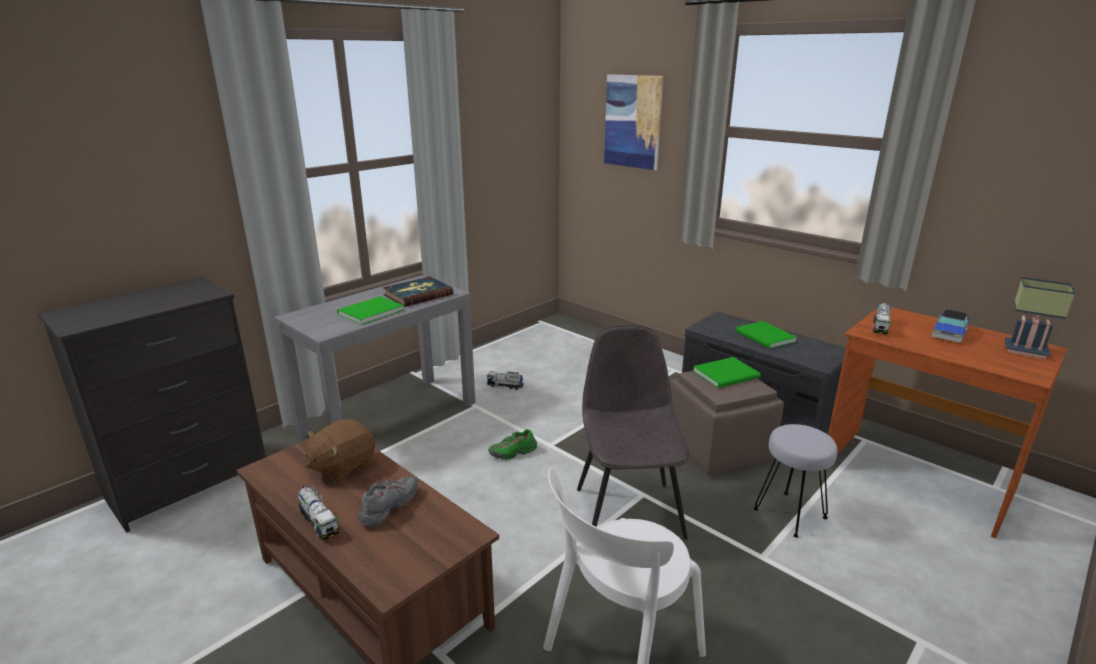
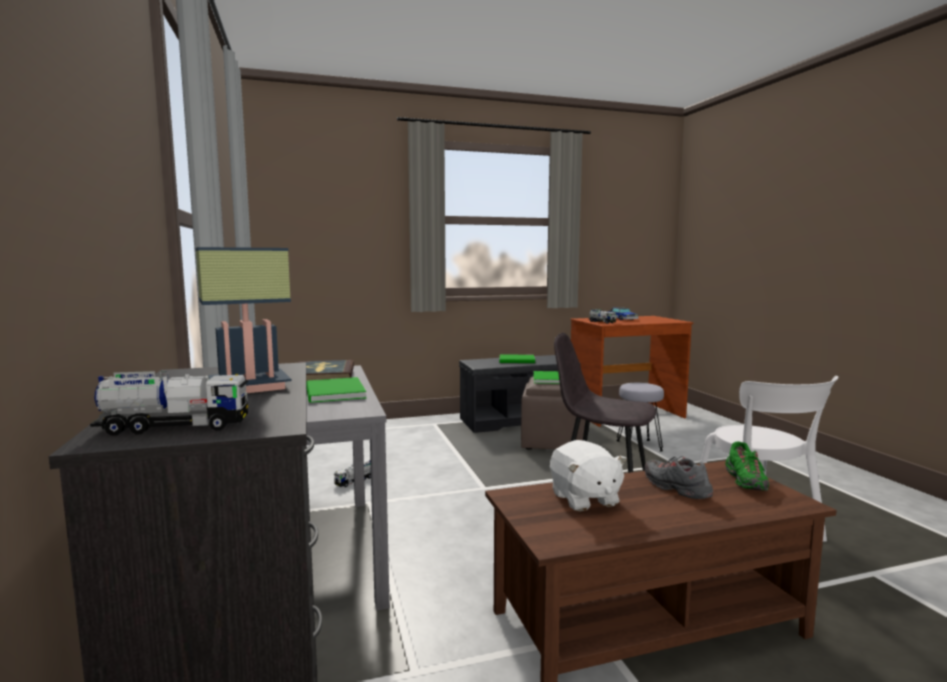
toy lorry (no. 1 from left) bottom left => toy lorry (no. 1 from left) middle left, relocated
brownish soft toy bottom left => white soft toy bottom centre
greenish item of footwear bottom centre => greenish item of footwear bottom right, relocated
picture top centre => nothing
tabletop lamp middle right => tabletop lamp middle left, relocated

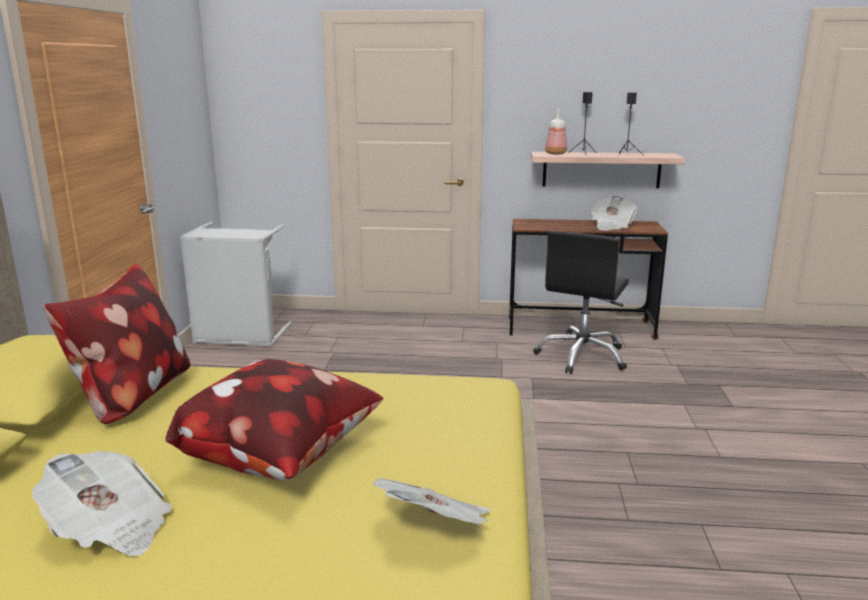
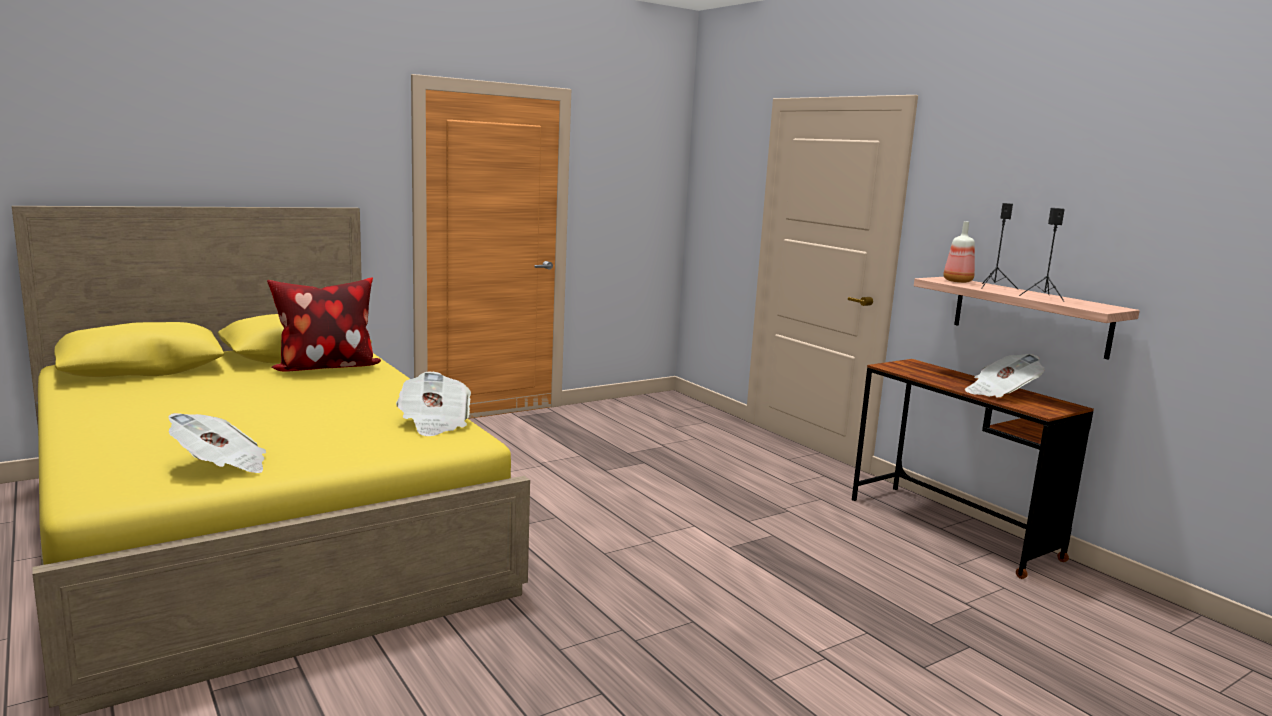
newspaper (no. 1 from left in the first image) bottom left => newspaper (no. 2 from left) centre, relocated
pillow (no. 2 from left) bottom left => nothing
gray washing basket middle left => nothing
black-coloured office chair middle right => nothing

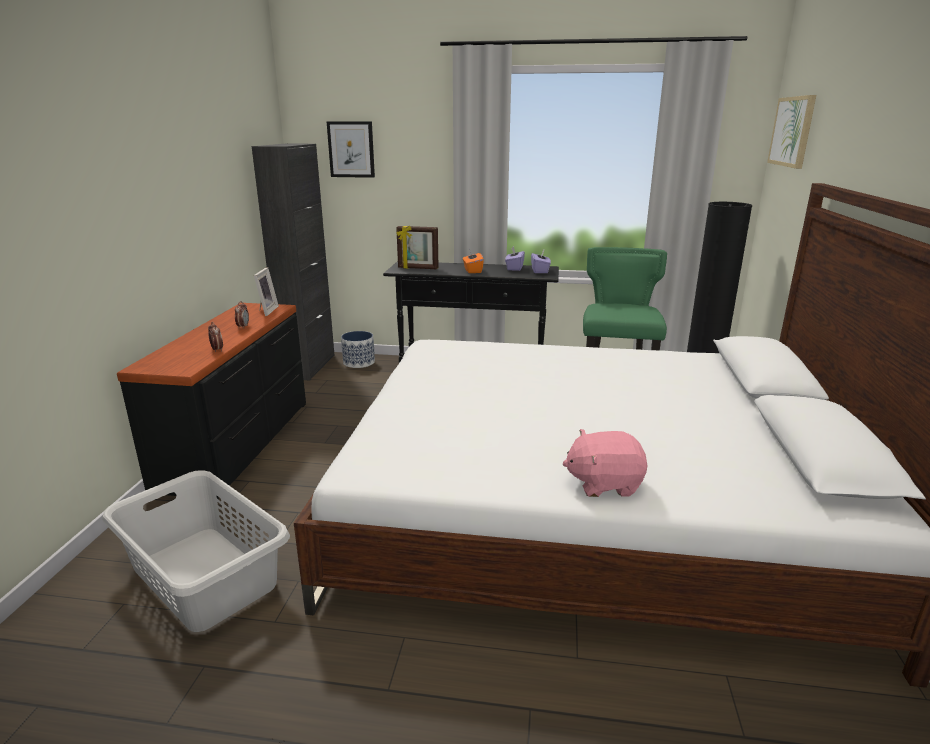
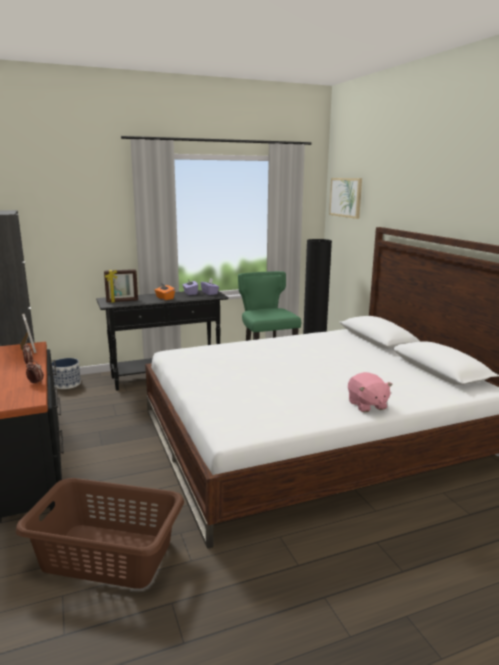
gray washing basket bottom left => brownish washing basket bottom left
picture (no. 1 from left) top centre => nothing
pink-coloured soft toy centre => pink-coloured soft toy middle right, 75 degrees counterclockwise

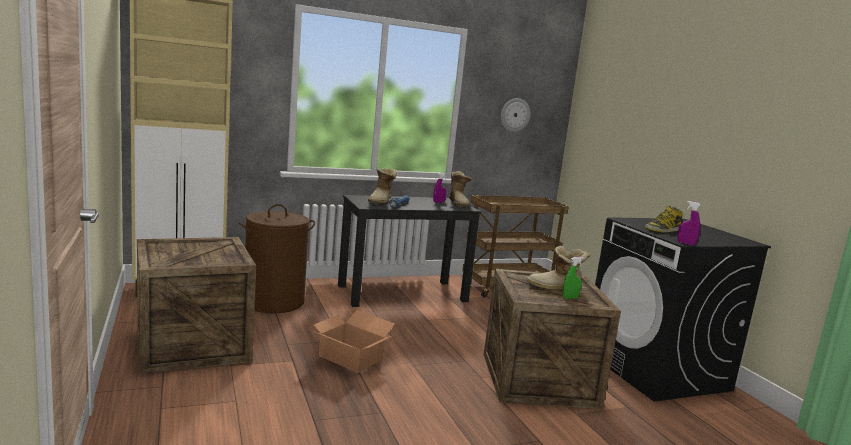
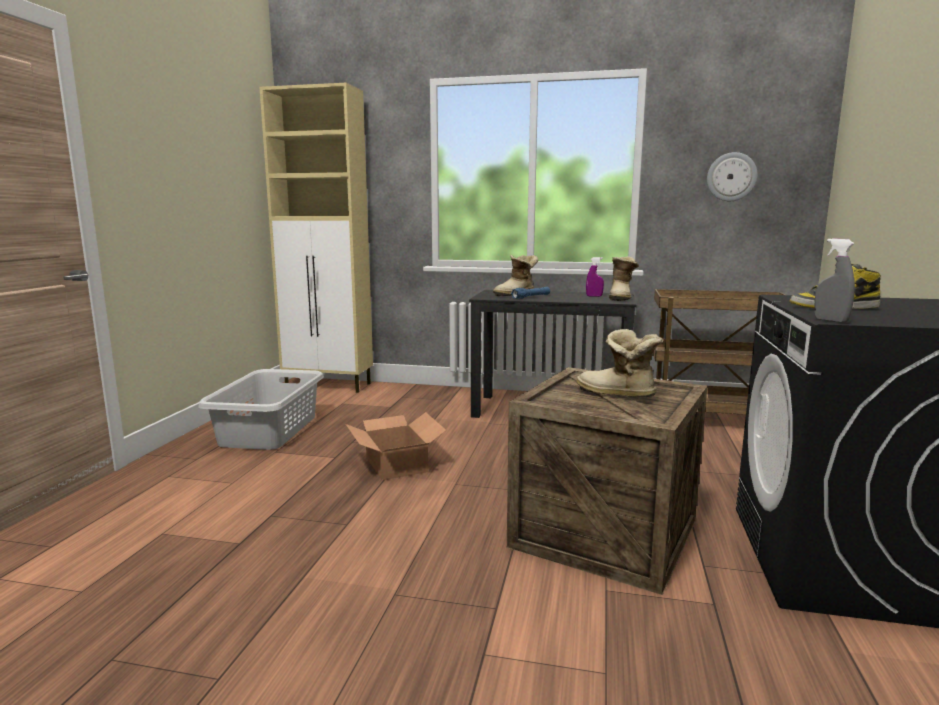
shipping crate (no. 1 from left) bottom left => gray washing basket middle left
brownish washing basket middle left => nothing
greenish sprayer middle right => nothing
purple-coloured sprayer (no. 2 from left) middle right => gray sprayer middle right

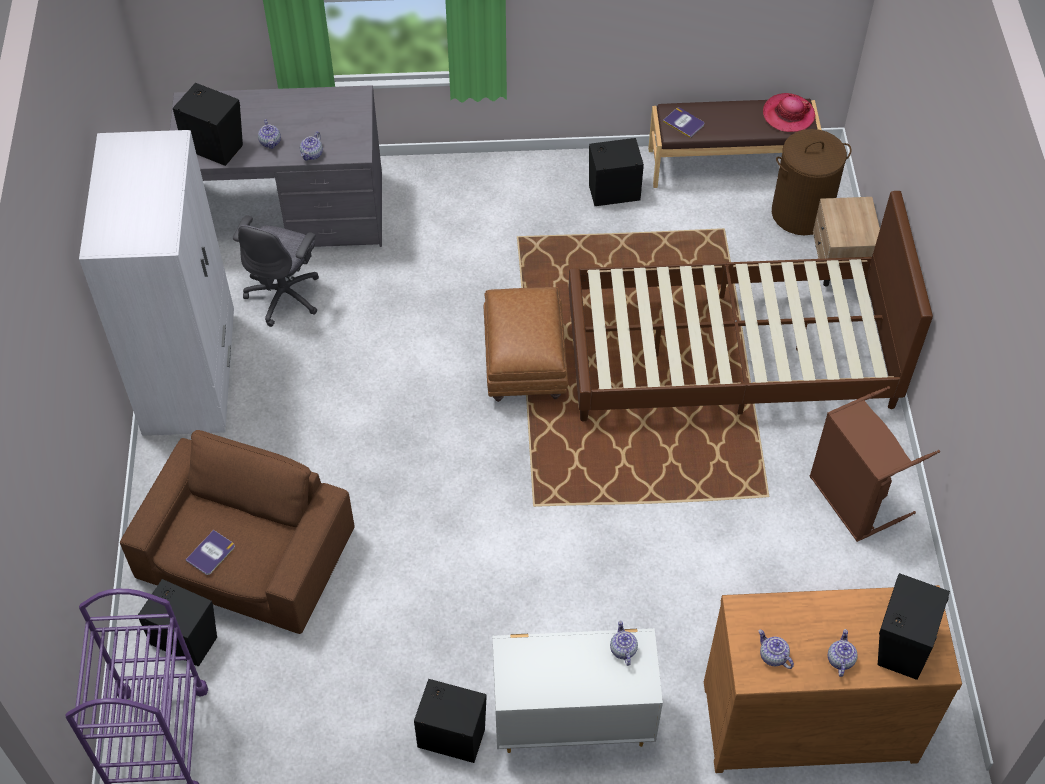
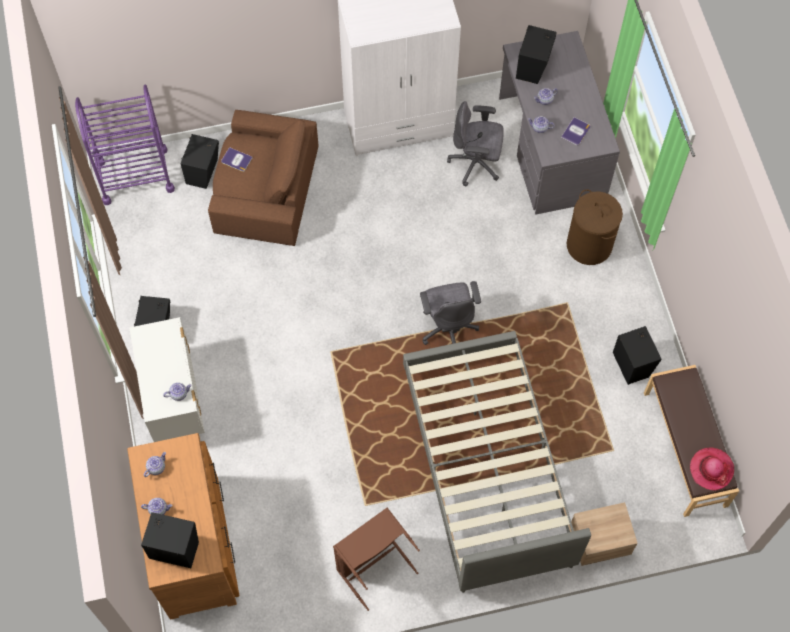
brownish ottoman centre => gray office chair (no. 1 from left) centre
brownish sleeping bed middle right => gray sleeping bed bottom centre
book (no. 2 from left) top centre => book (no. 2 from left) top right, relocated
brownish washing basket (no. 1 from left in the first image) top right => brownish washing basket (no. 2 from left) middle right, relocated

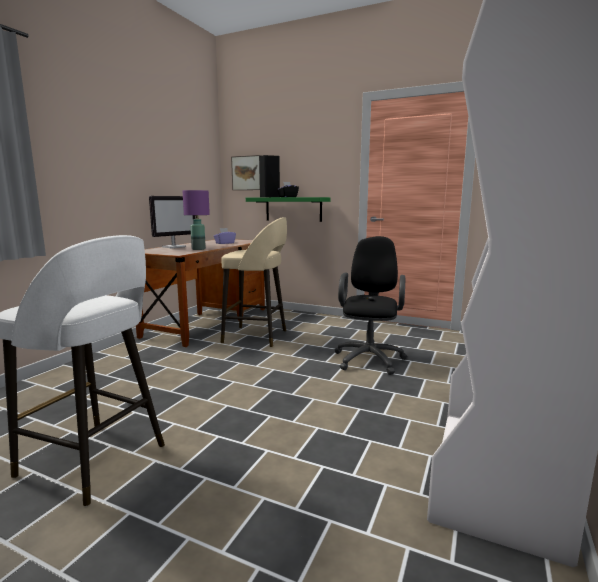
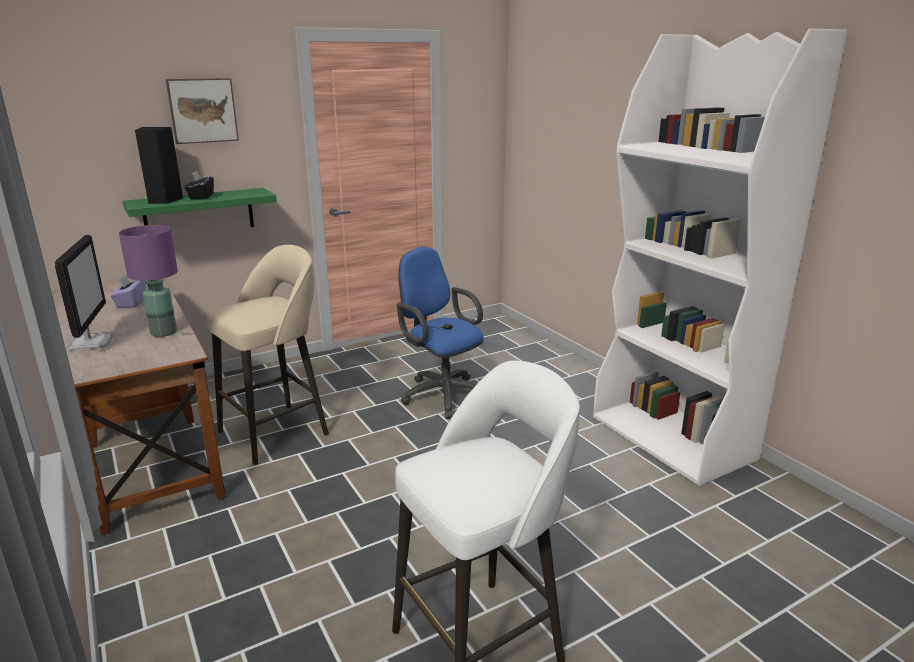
picture top centre => picture top left, relocated
black-coloured office chair centre => blue office chair centre

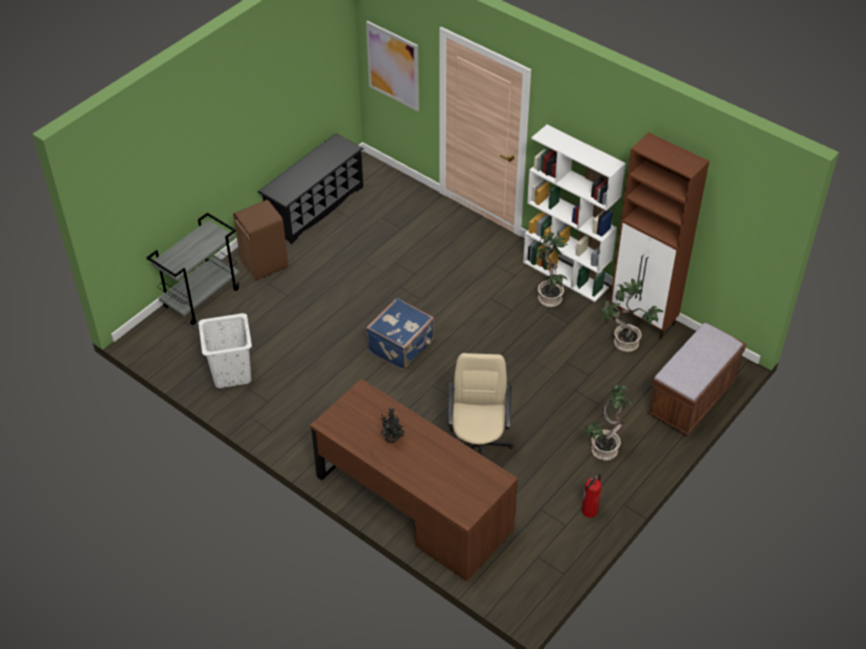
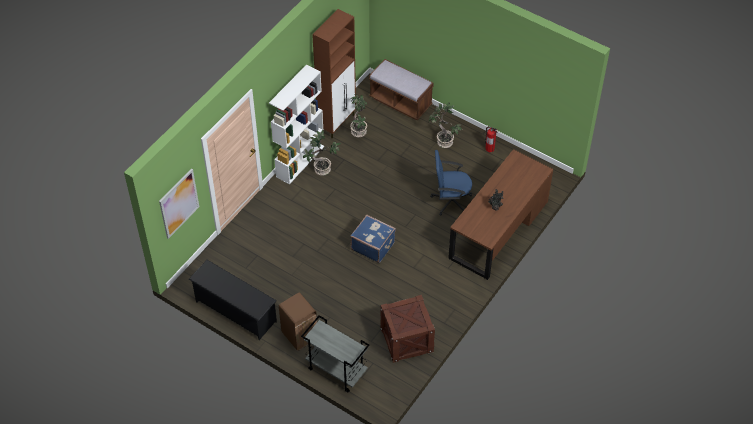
white washing basket middle left => shipping crate bottom centre
beige office chair centre => blue office chair centre

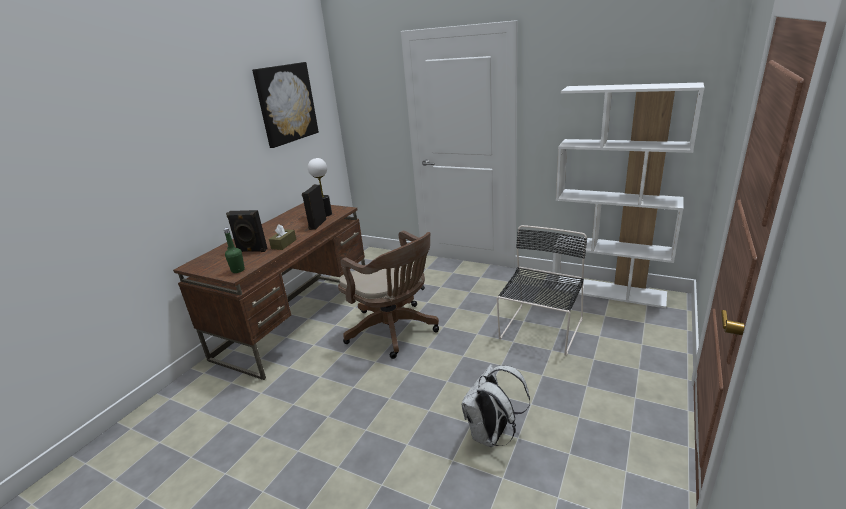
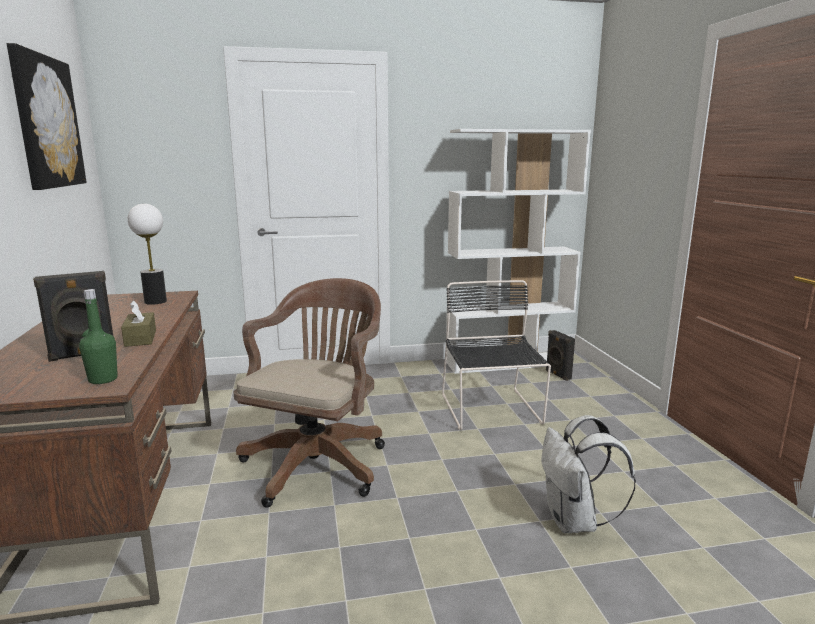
black-coloured audio speaker (no. 2 from left) centre => black-coloured audio speaker (no. 2 from left) middle right, relocated
brownish office chair centre, 75 degrees counterclockwise

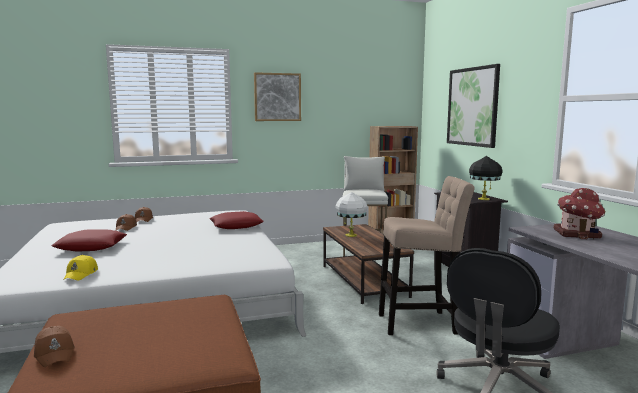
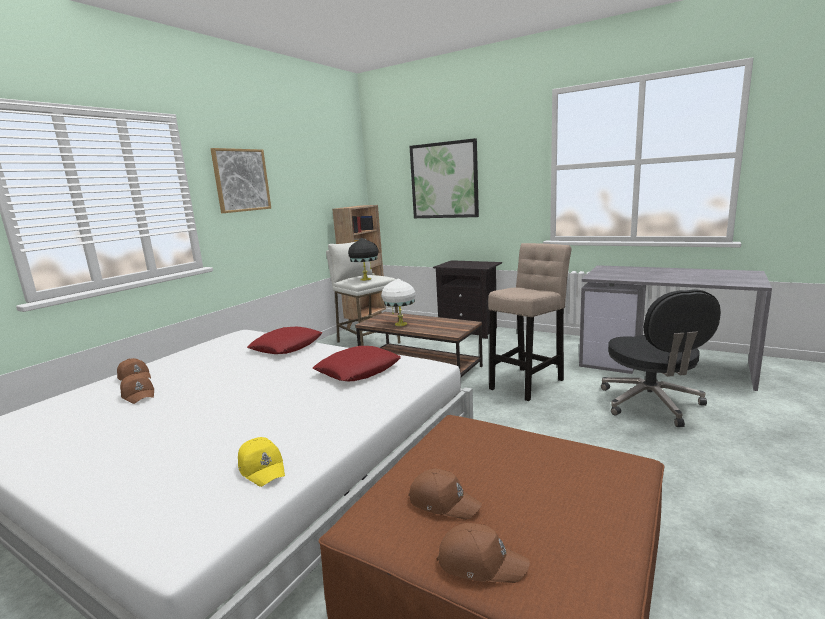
reddish pillow (no. 1 from left in the first image) middle left => reddish pillow (no. 2 from left) centre, relocated
black-coloured tabletop lamp middle right => black-coloured tabletop lamp centre, relocated
toy house middle right => nothing
nothing => brownish cap (no. 3 from left) bottom centre

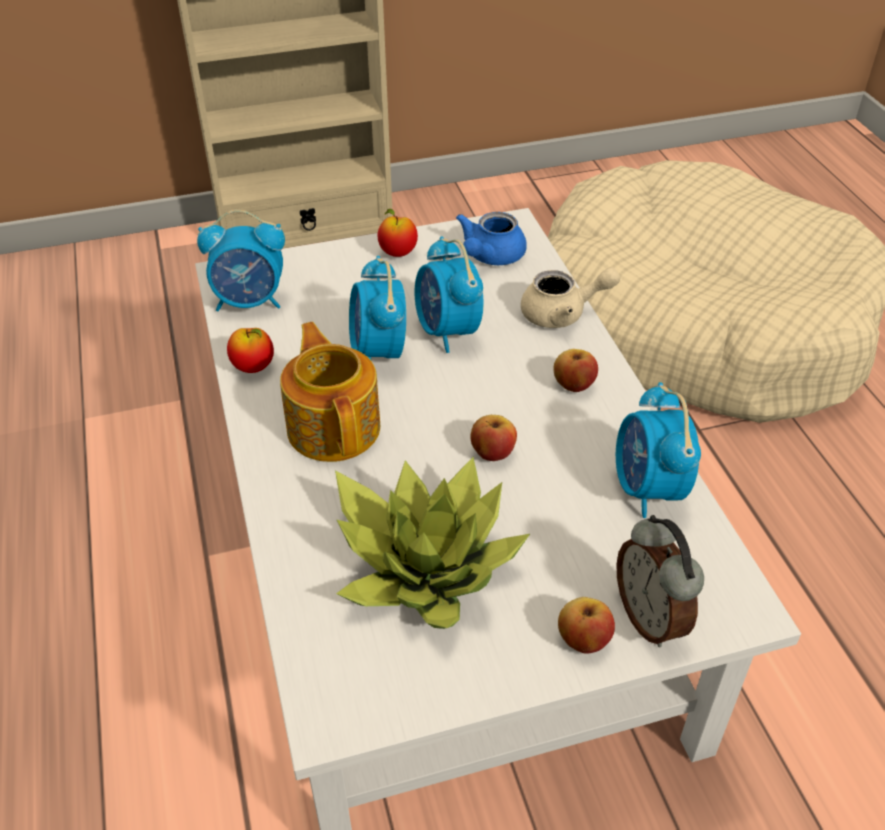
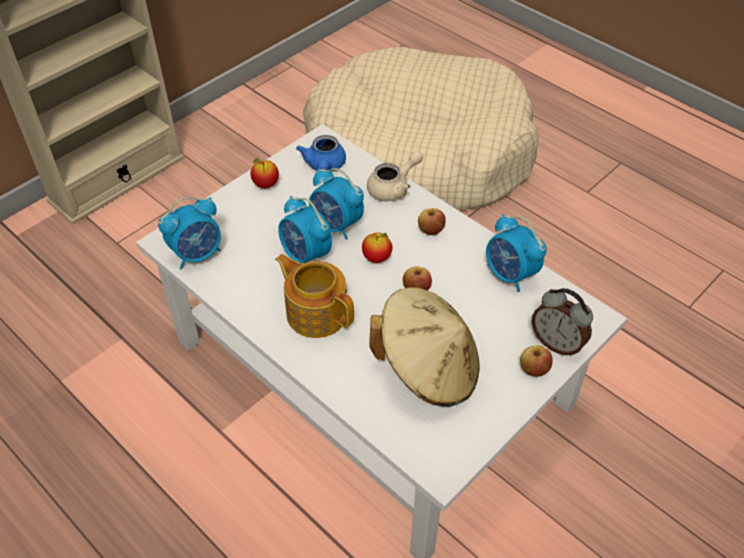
whole apple (no. 1 from left in the first image) middle left => whole apple (no. 2 from left) centre, relocated
plant in a pot centre => beige clothing hat centre

